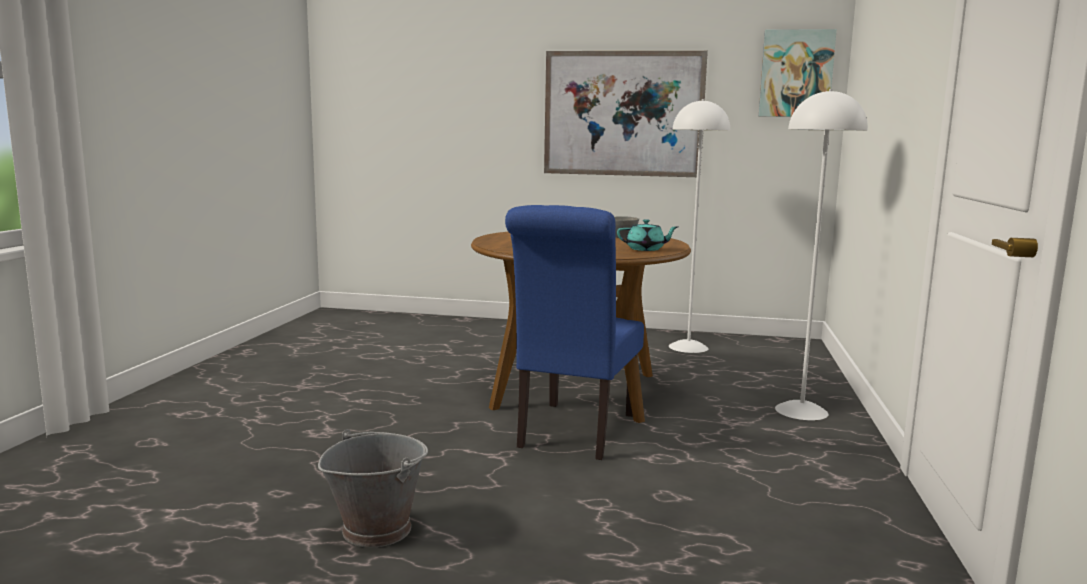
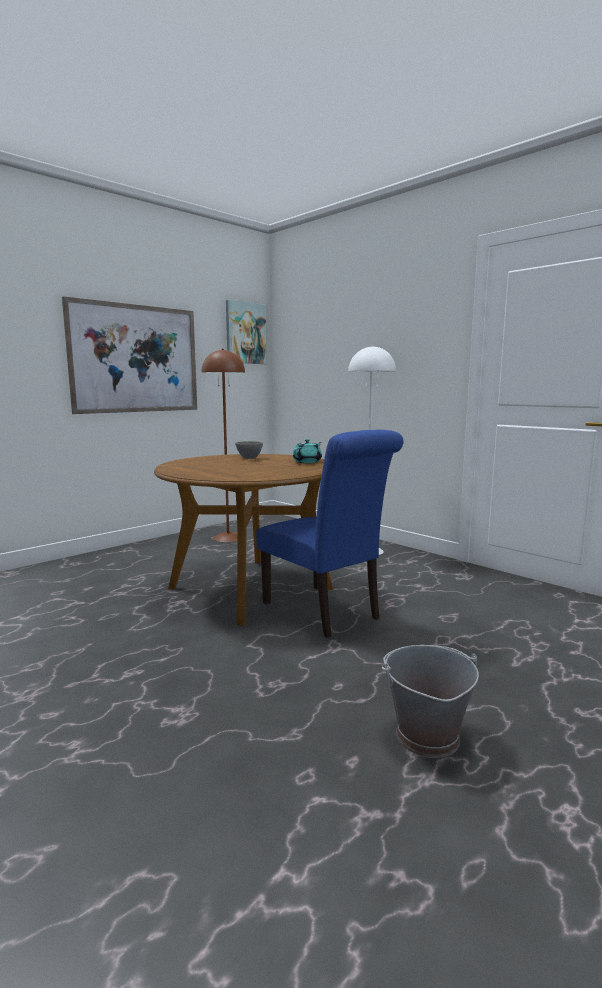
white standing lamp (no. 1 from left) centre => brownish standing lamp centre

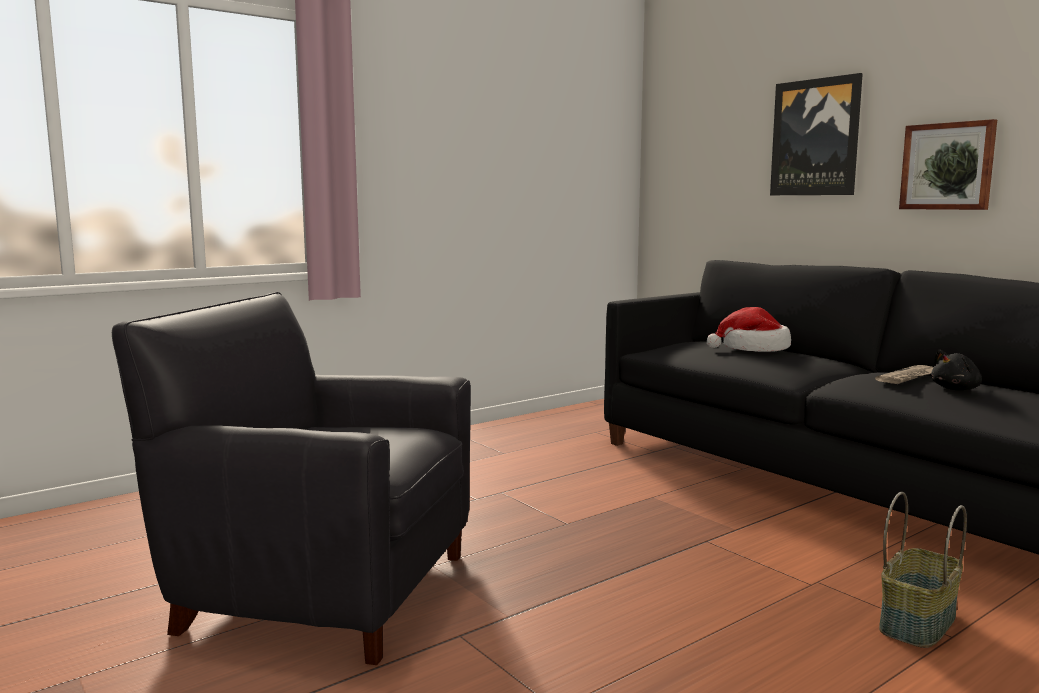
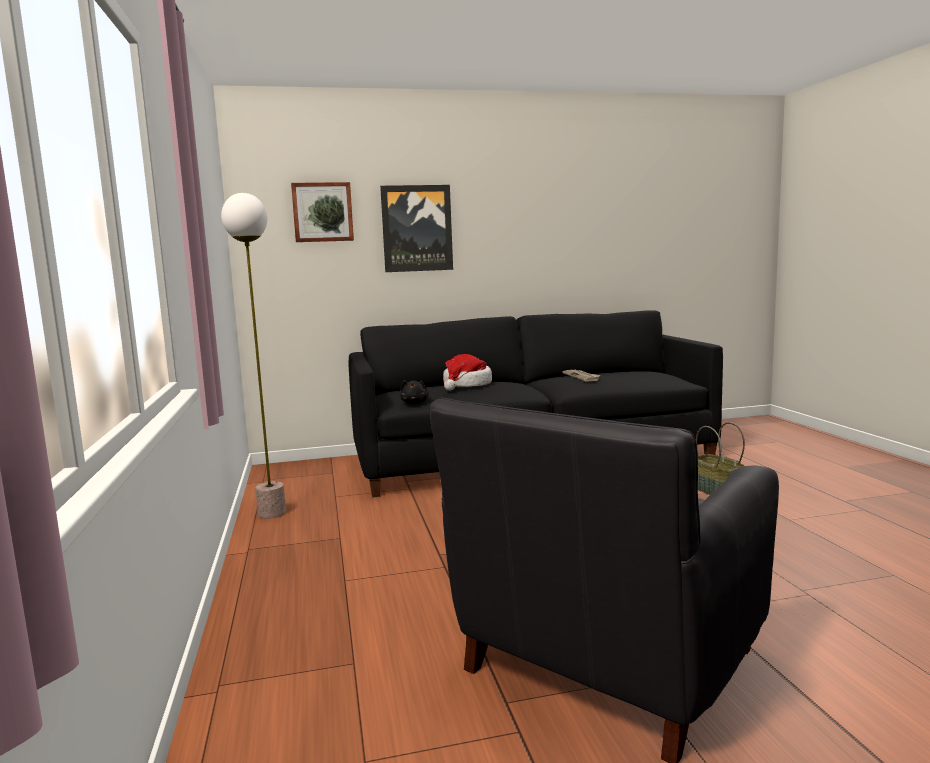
picture (no. 2 from left in the first image) top right => picture (no. 1 from left) top centre, relocated
black-coloured soft toy middle right => black-coloured soft toy centre, relocated
nothing => standing lamp middle left

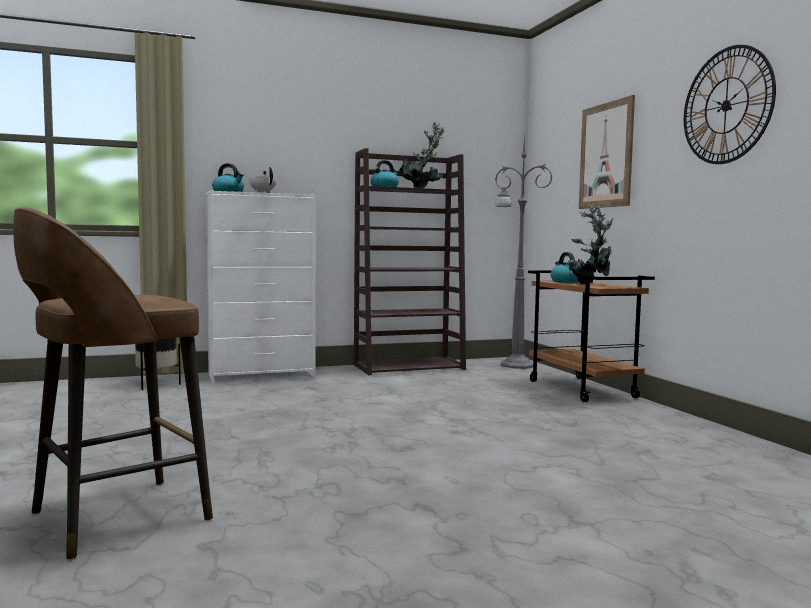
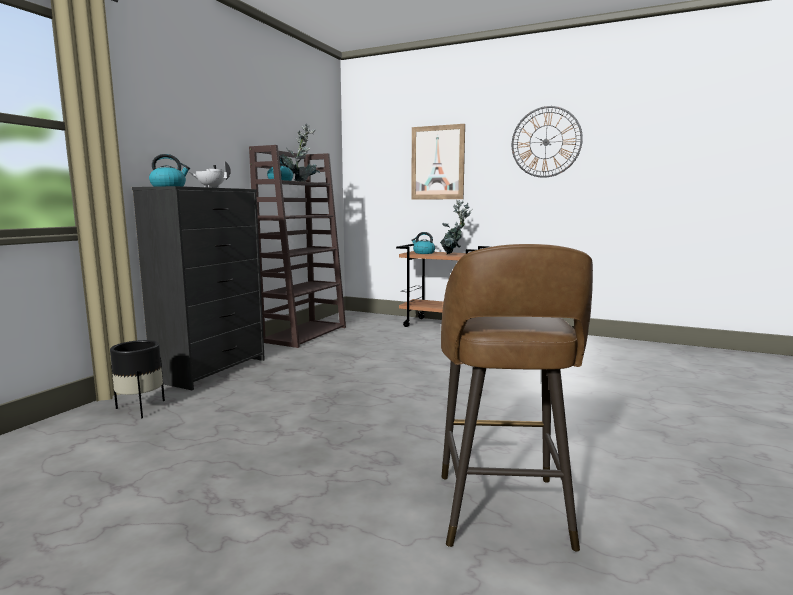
white dresser middle left => black-coloured dresser middle left
gray standing lamp centre => nothing

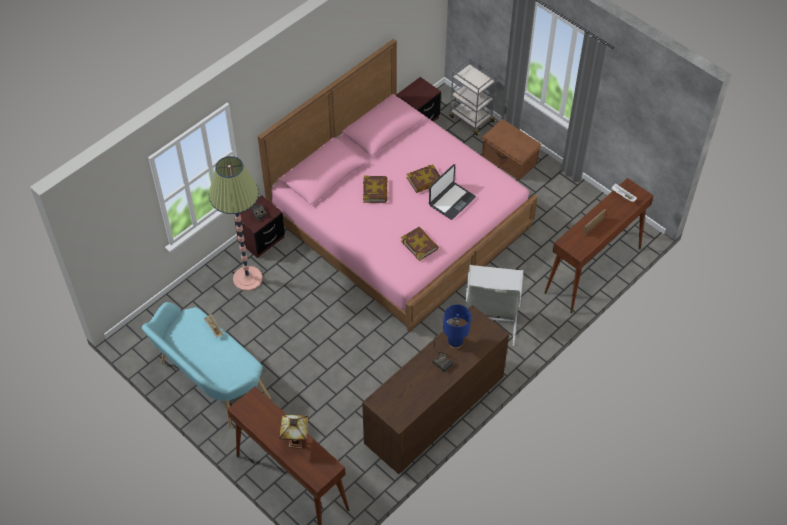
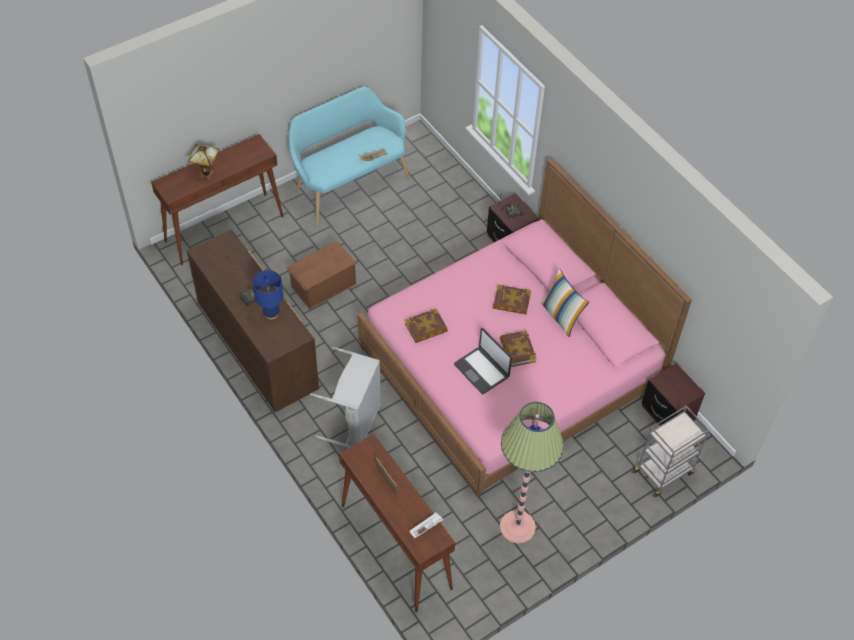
standing lamp middle left => standing lamp bottom centre, relocated
brownish storage box top centre => brownish storage box centre, relocated
nothing => pillow centre

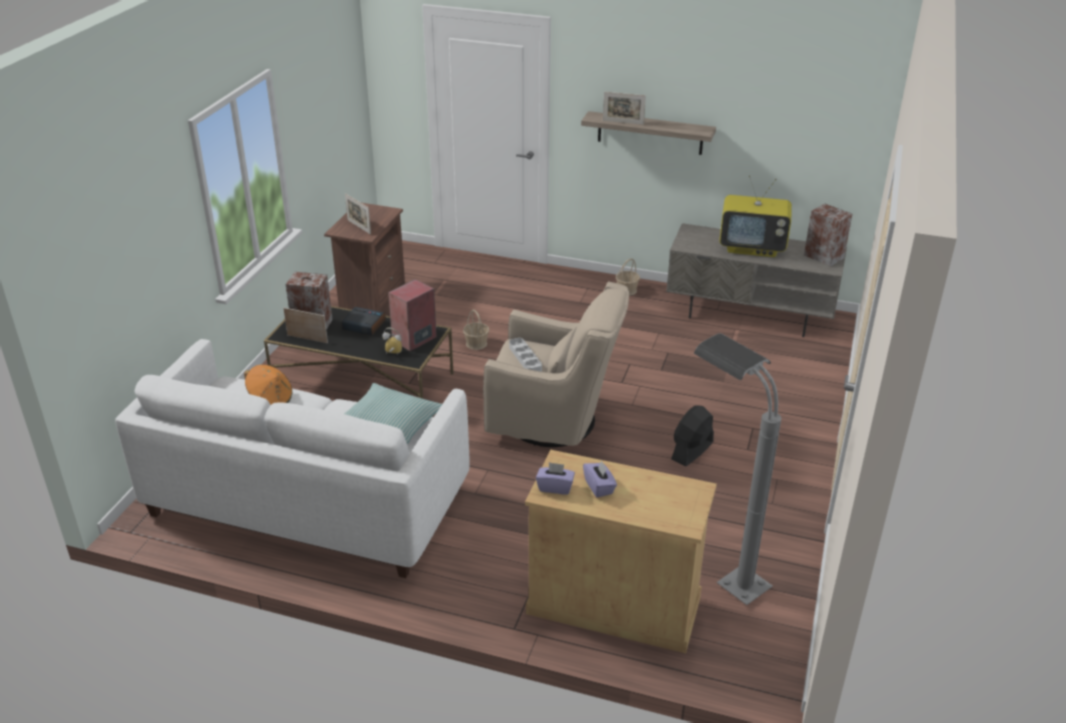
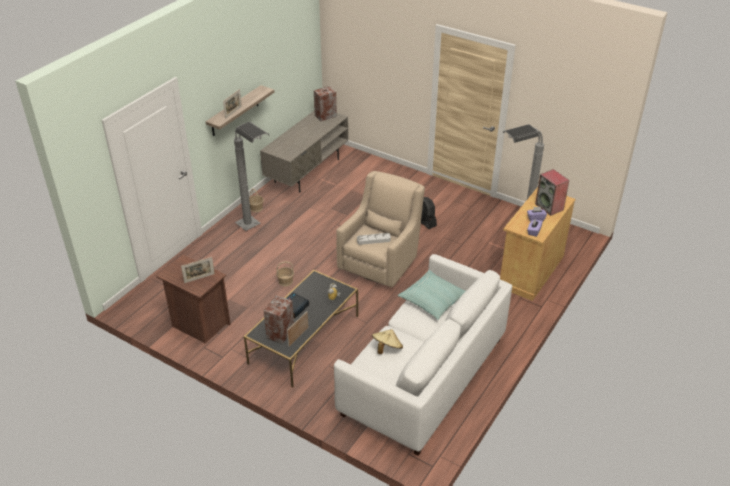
orange-coloured clothing hat middle left => beige clothing hat bottom centre
audio speaker (no. 2 from left in the first image) centre => audio speaker (no. 3 from left) middle right, relocated
TV top right => nothing
nothing => gray standing lamp (no. 1 from left) centre

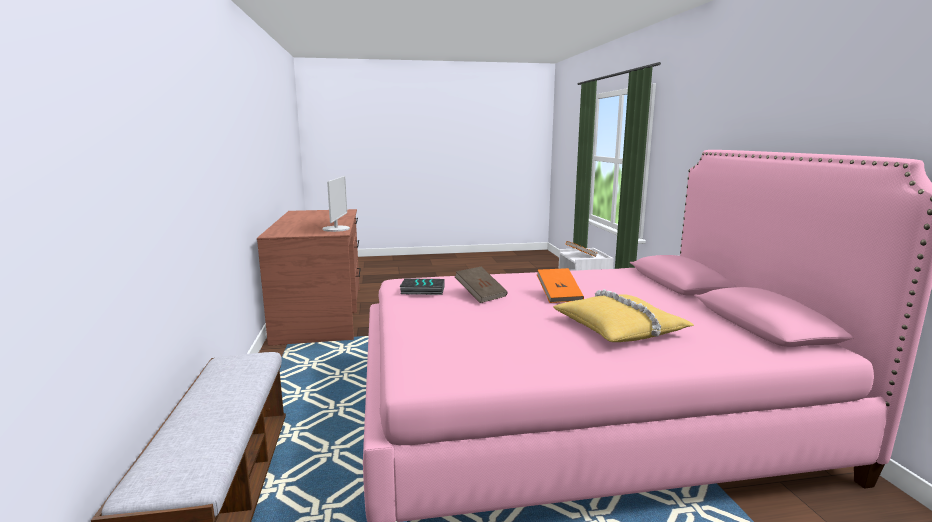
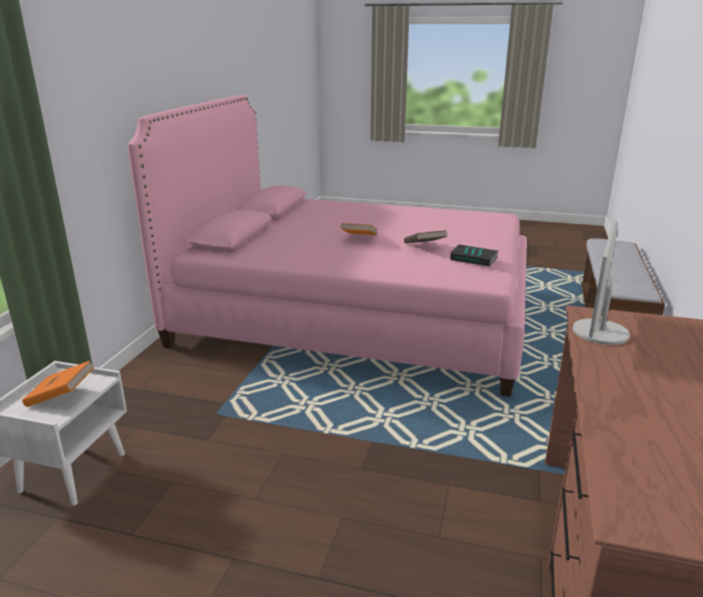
yellowish pillow middle right => nothing

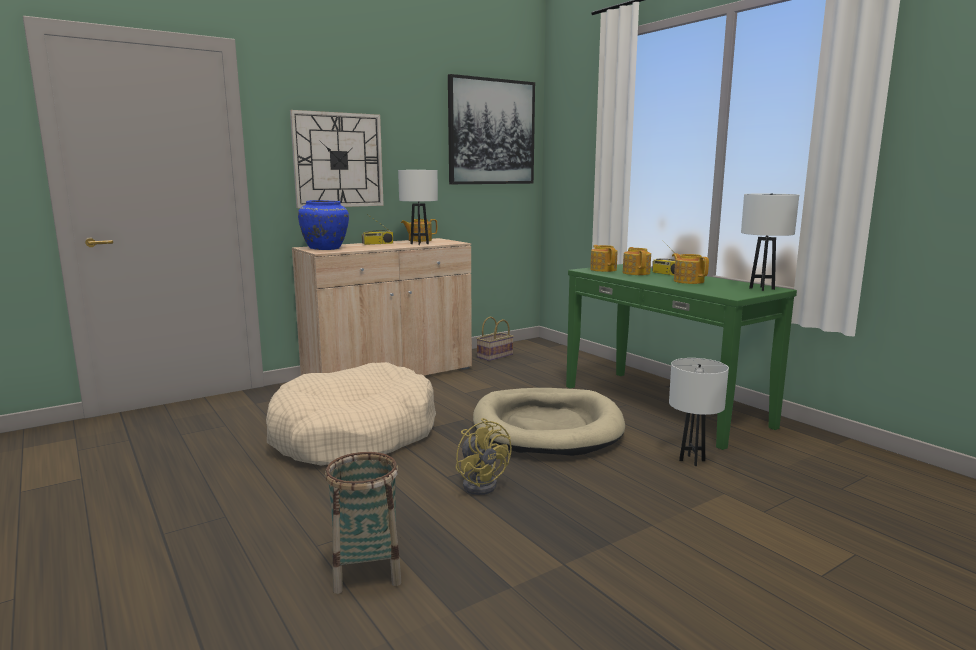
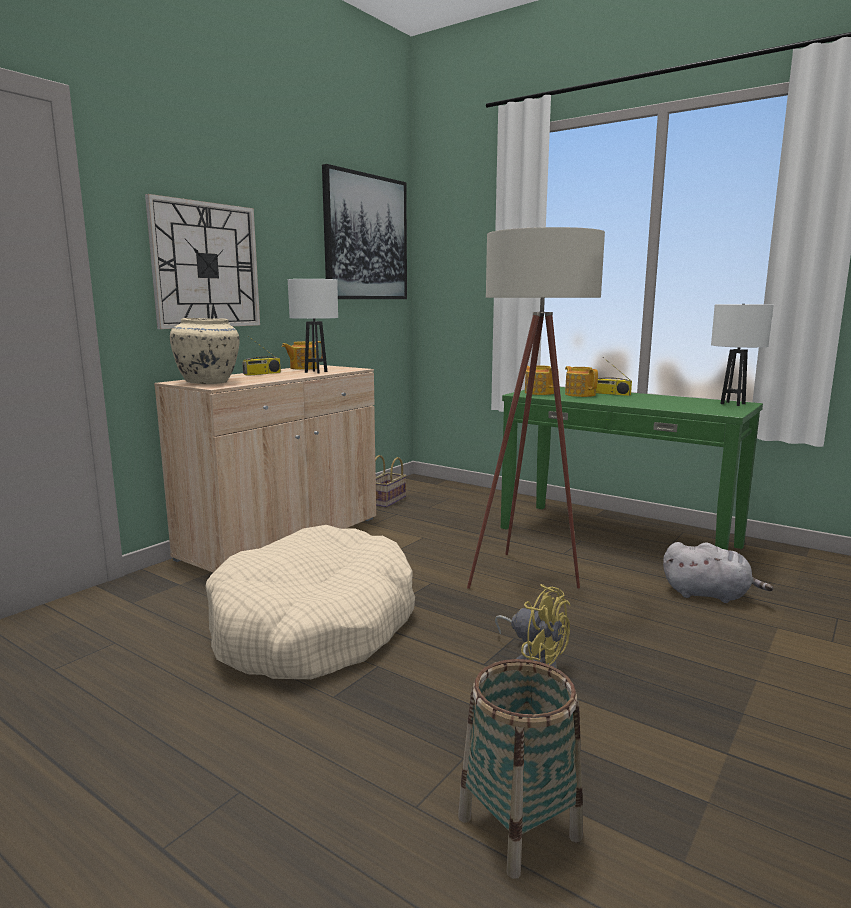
blue flower vase middle left => beige flower vase middle left
beige pet bed (no. 2 from left) centre => beige standing lamp centre
white tabletop lamp (no. 2 from left) middle right => gray soft toy middle right
pot for tea (no. 4 from left) middle right => nothing

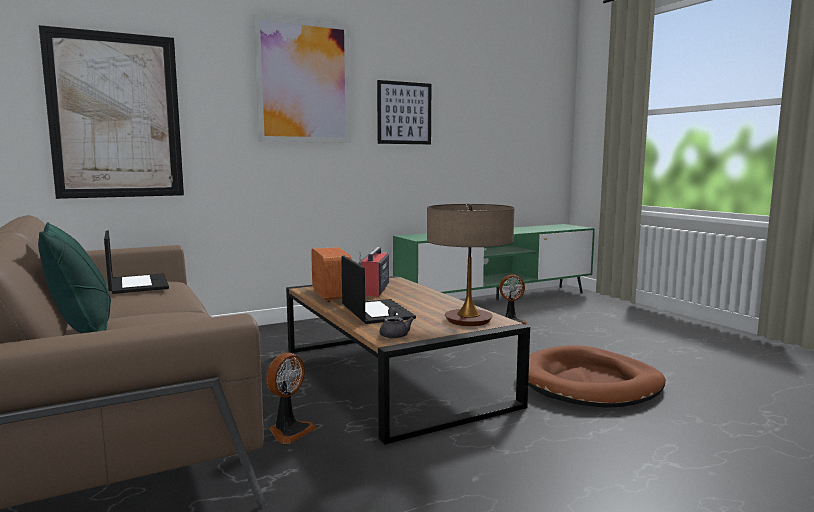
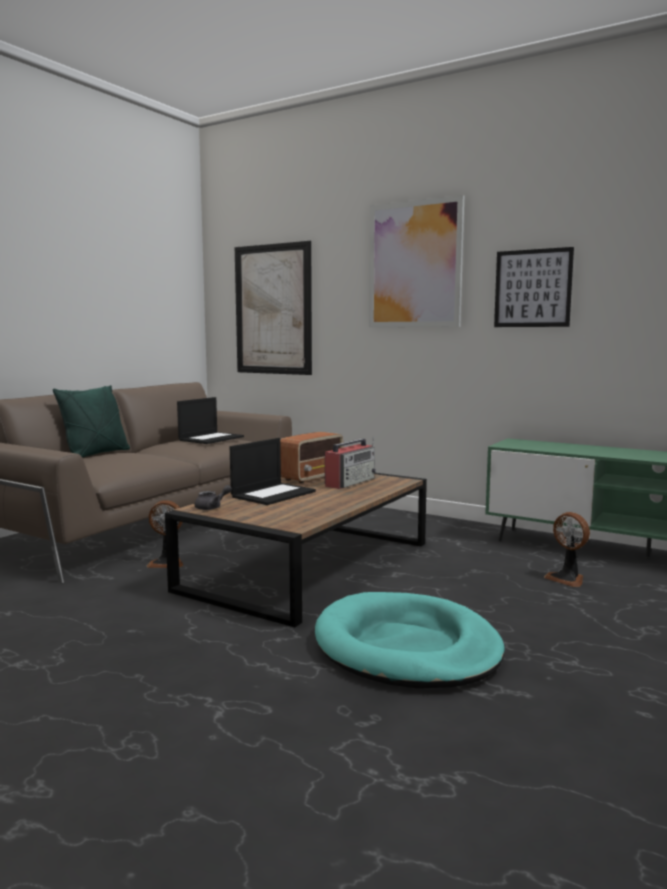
radio receiver (no. 2 from left) centre, 150 degrees clockwise
tabletop lamp centre => nothing
brownish pet bed bottom right => turquoise pet bed bottom centre

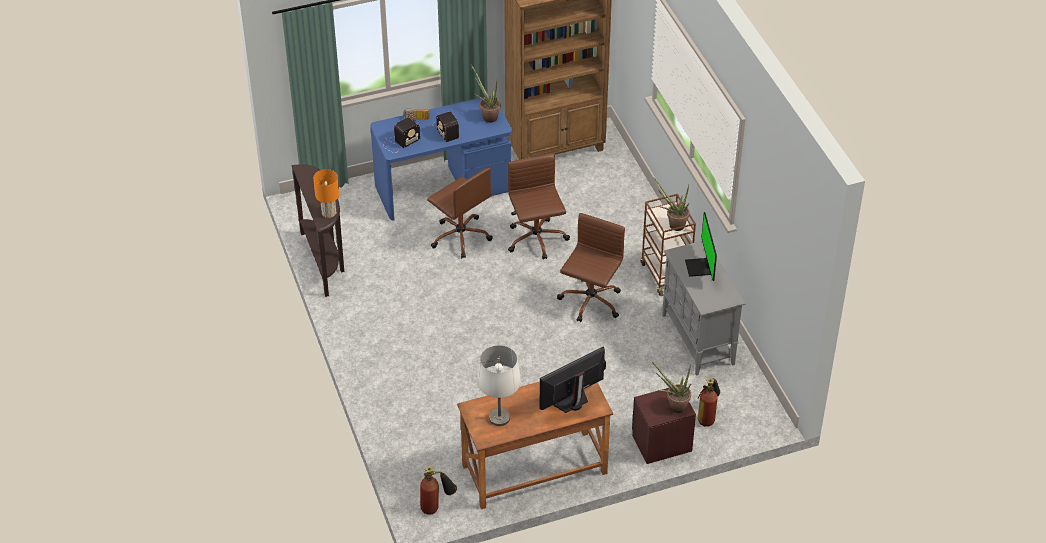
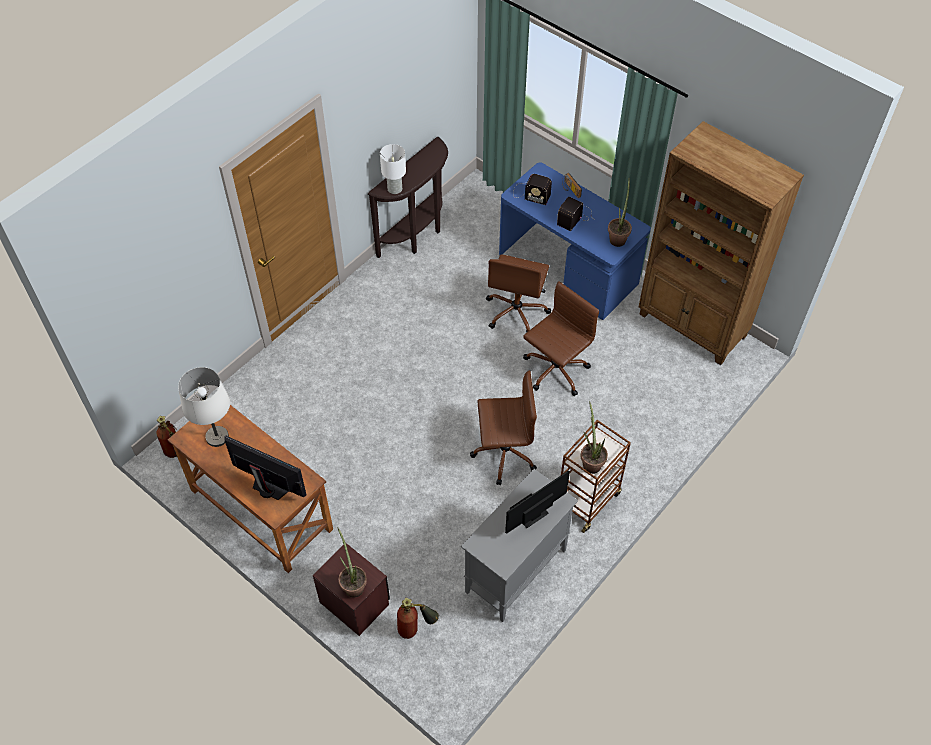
orange-coloured tabletop lamp middle left => white tabletop lamp (no. 2 from left) top centre

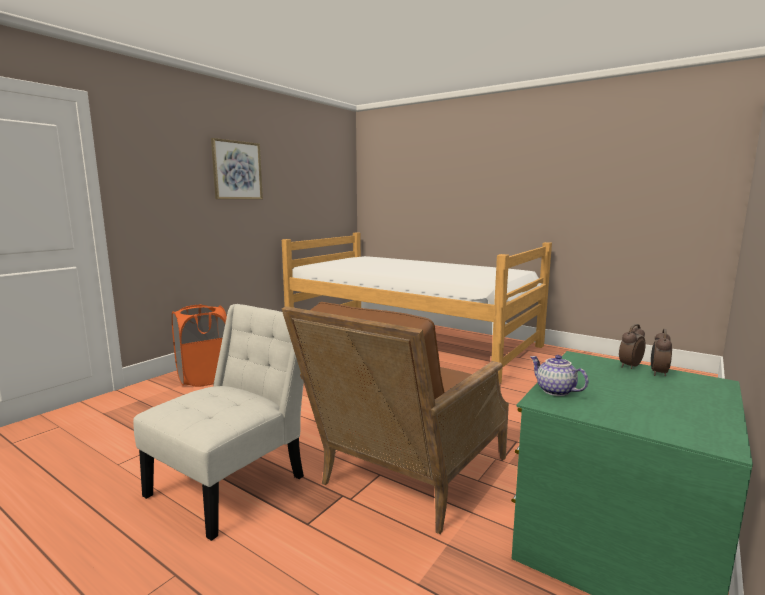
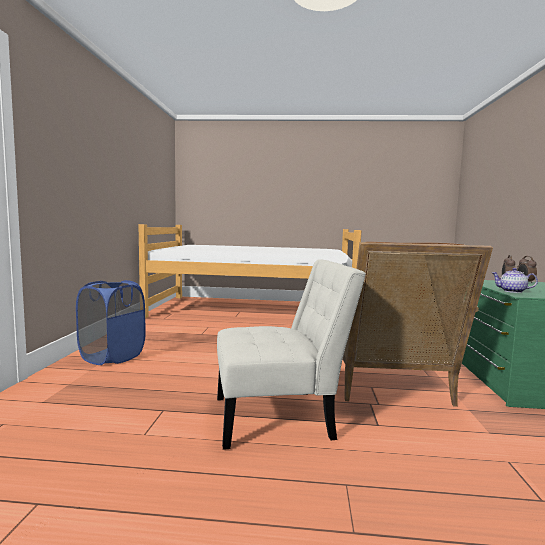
white chair bottom left => white chair centre, 75 degrees clockwise
orange-coloured washing basket middle left => blue washing basket middle left
picture top left => nothing

